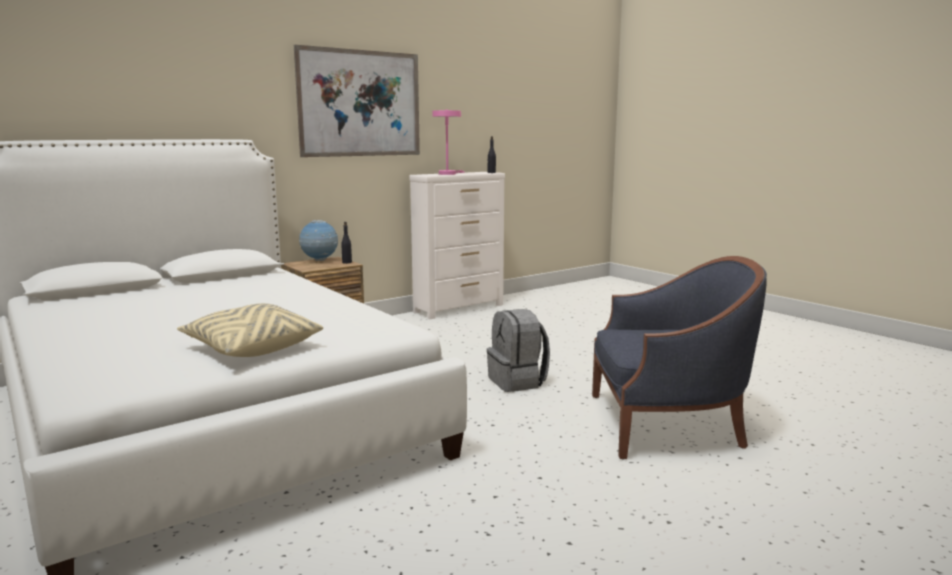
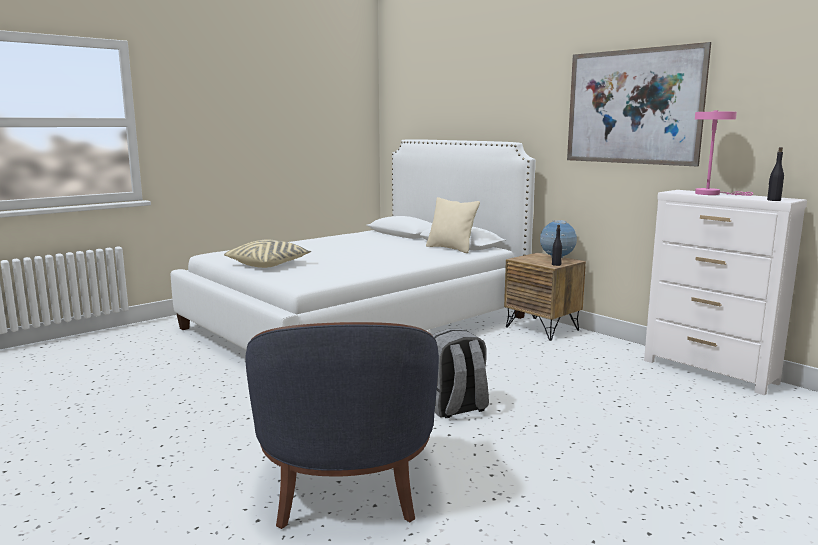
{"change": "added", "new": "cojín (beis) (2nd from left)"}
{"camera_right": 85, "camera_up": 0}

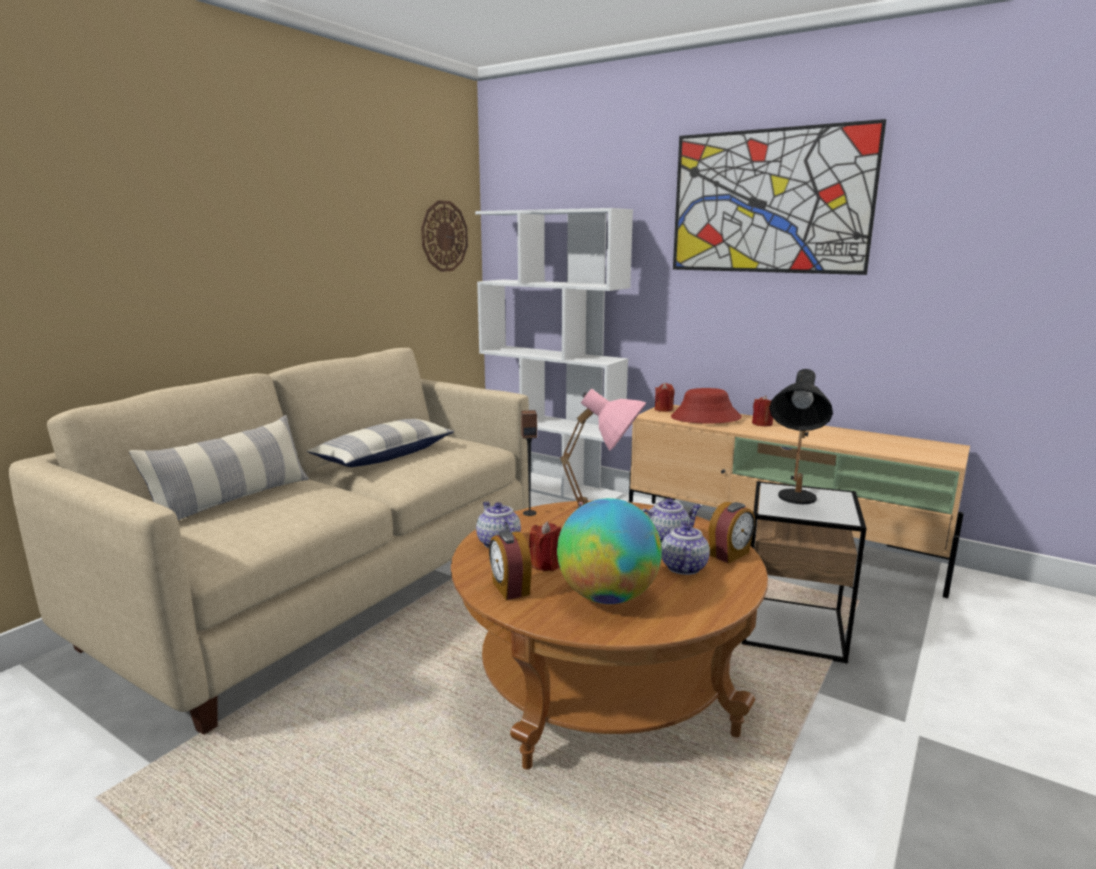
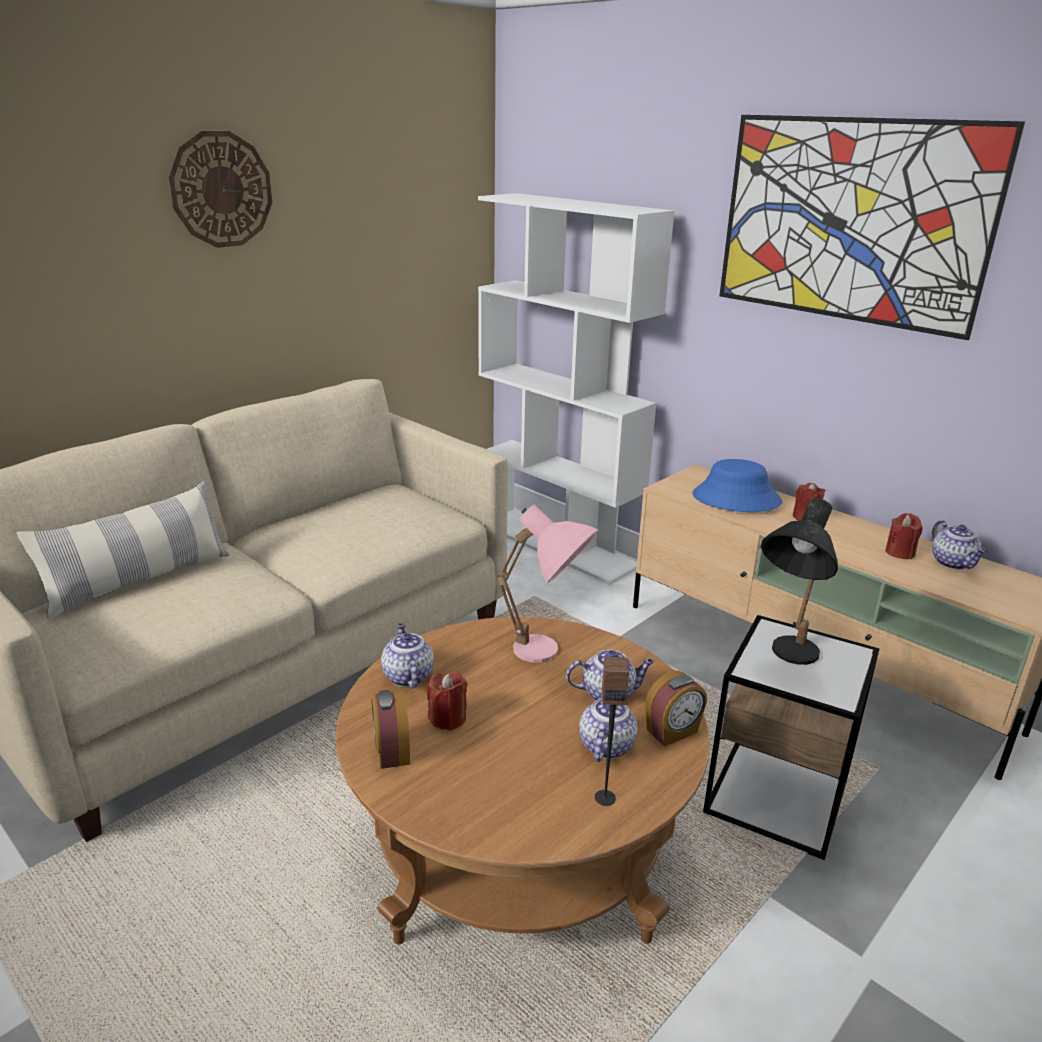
{"change": "moved", "old": "reloj de pared"}
{"change": "moved", "old": "vela (rojo) (2nd from left in the first image)", "new": "vela (rojo) (3rd from left)"}
{"change": "recoloured", "old": "sombrero (rojo)", "new": "sombrero (azul)"}
{"change": "moved", "old": "altavoz"}
{"change": "removed", "old": "cojín (2nd from left)"}
{"change": "removed", "old": "globo terráqueo"}
{"change": "added", "new": "tetera (4th from left)"}
{"camera_right": 10, "camera_up": 10}

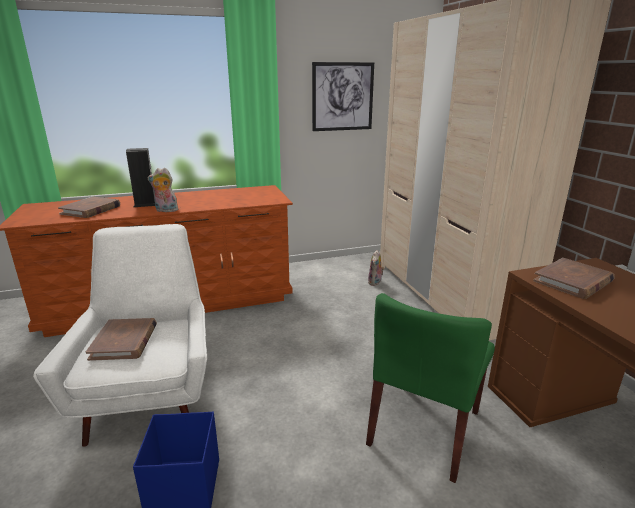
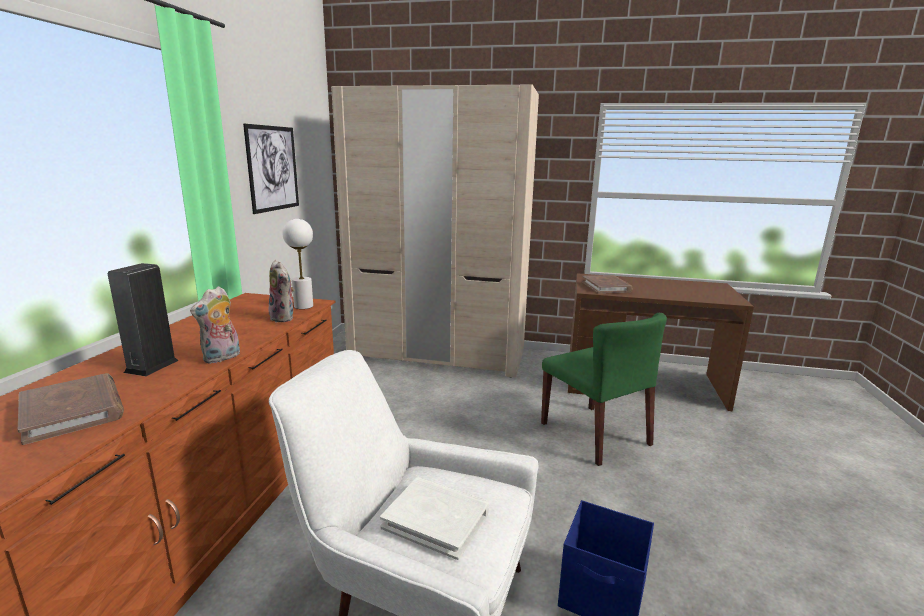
{"change": "moved", "old": "peluche (2nd from left)"}
{"change": "recoloured", "old": "libro (marrón) (2nd from left)", "new": "libro (blanco)"}
{"change": "added", "new": "lámpara de mesa (blanco)"}
{"camera_right": -60, "camera_up": -5}

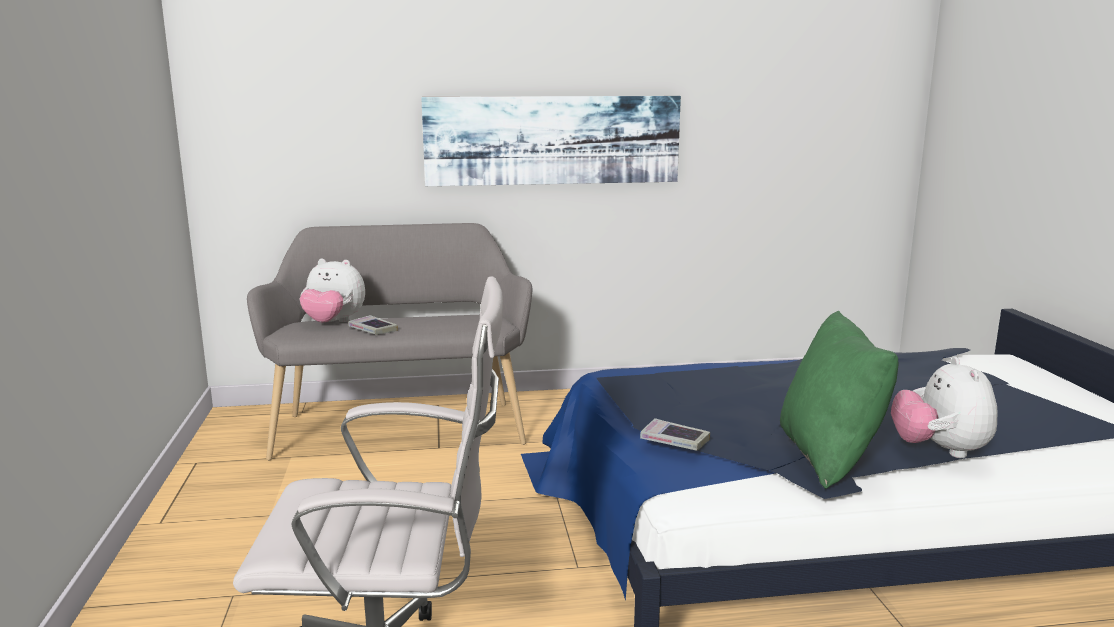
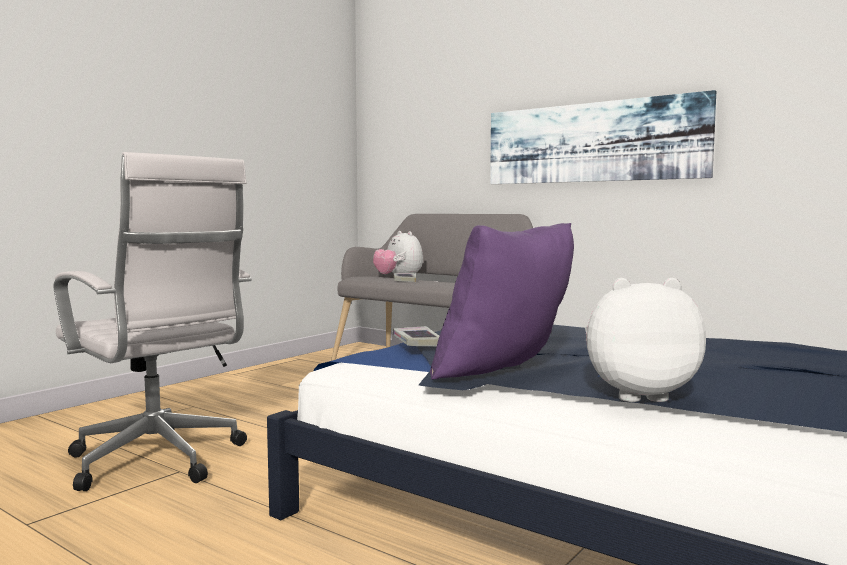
{"change": "recoloured", "old": "cojín (verde)", "new": "cojín (morado)"}
{"change": "turned", "old": "peluche (2nd from left)", "degrees": 45}
{"camera_right": 45, "camera_up": -10}

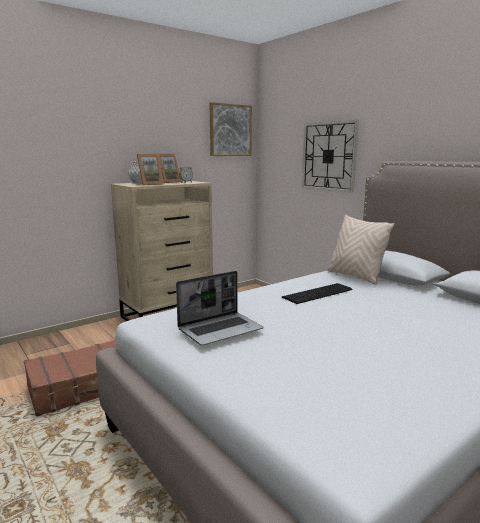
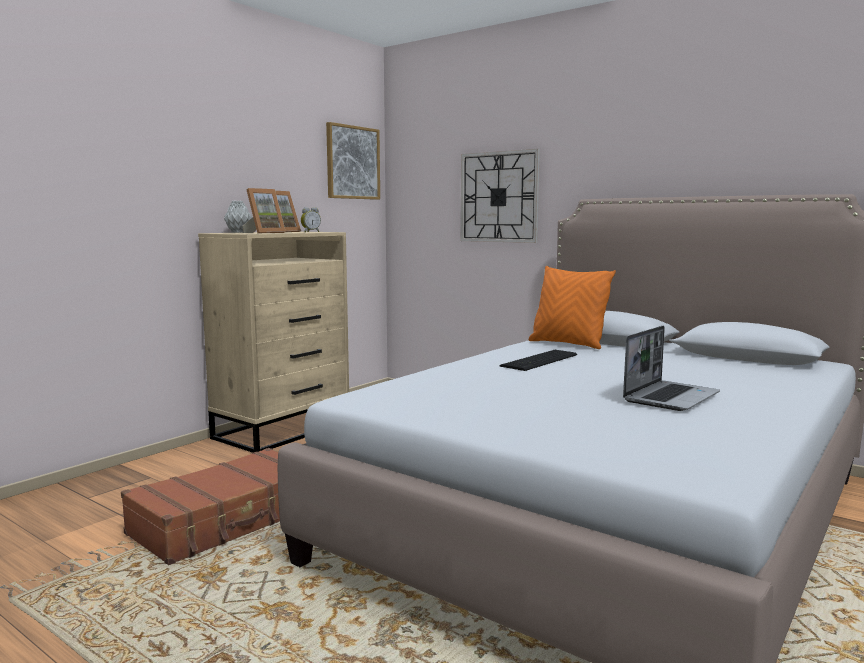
{"change": "recoloured", "old": "cojín (beis)", "new": "cojín (naranja)"}
{"change": "moved", "old": "portátil"}
{"camera_right": -15, "camera_up": -5}

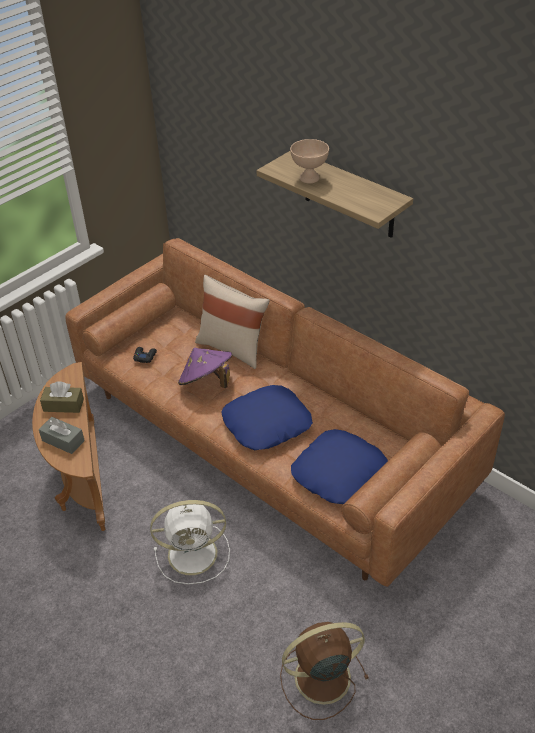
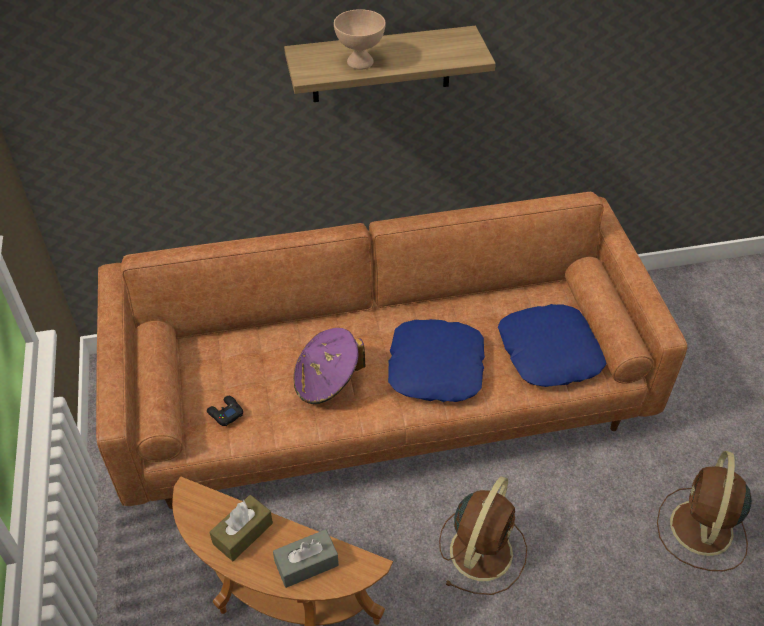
{"change": "removed", "old": "cojín (beis)"}
{"change": "recoloured", "old": "ventilador (blanco)", "new": "ventilador (marrón) (1st from left)"}
{"camera_right": -55, "camera_up": 5}

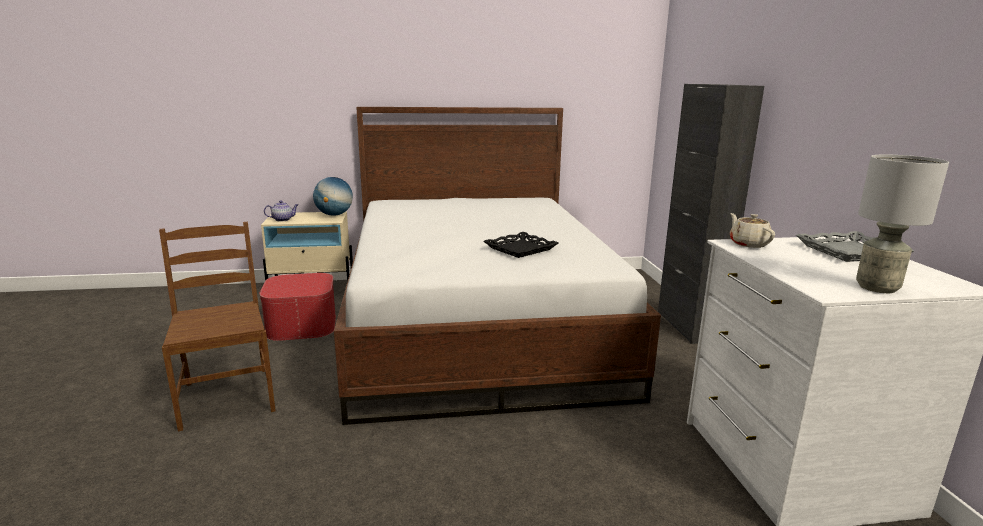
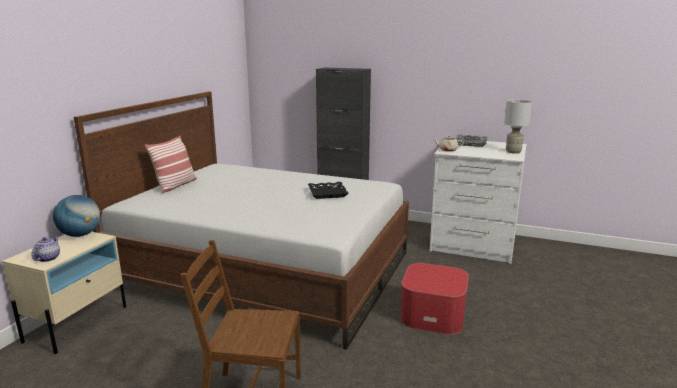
{"change": "moved", "old": "puf"}
{"change": "added", "new": "cojín"}
{"camera_right": -60, "camera_up": 0}

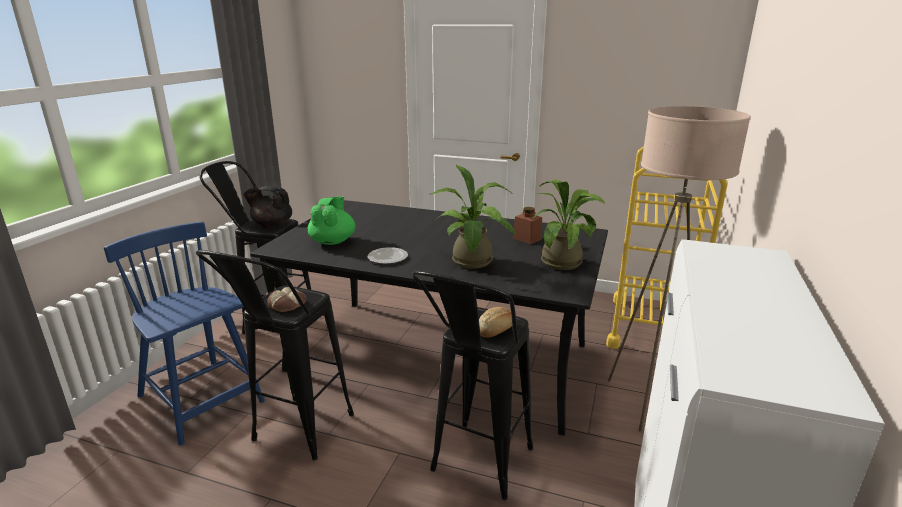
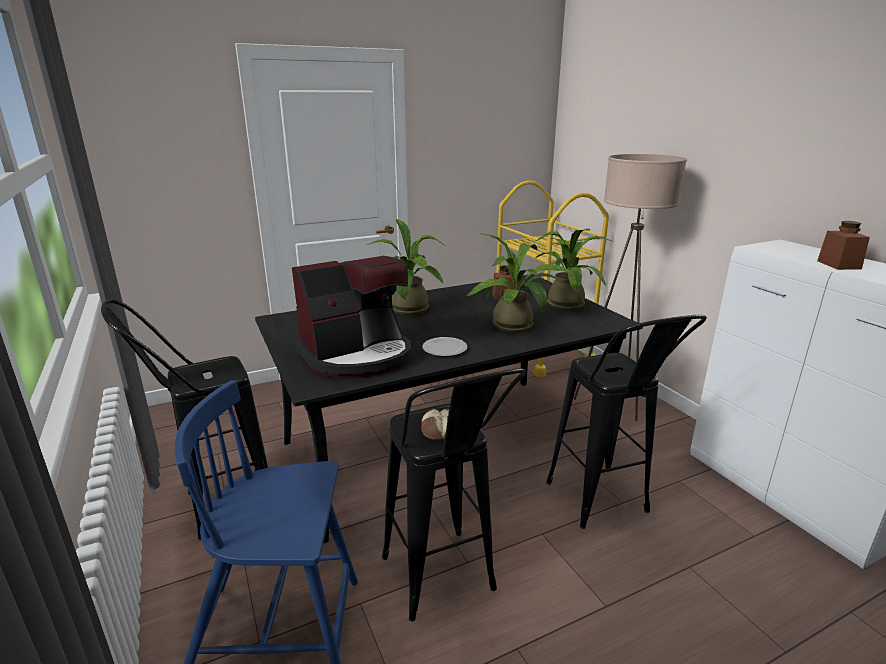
{"change": "removed", "old": "tetera (negro)"}
{"change": "replaced", "old": "tetera (verde)", "new": "cafetera"}
{"change": "removed", "old": "pan (2nd from left)"}
{"change": "added", "new": "planta en maceta (1st from left)"}
{"change": "added", "new": "tarro (marrón) (2nd from left)"}
{"camera_right": -45, "camera_up": 0}

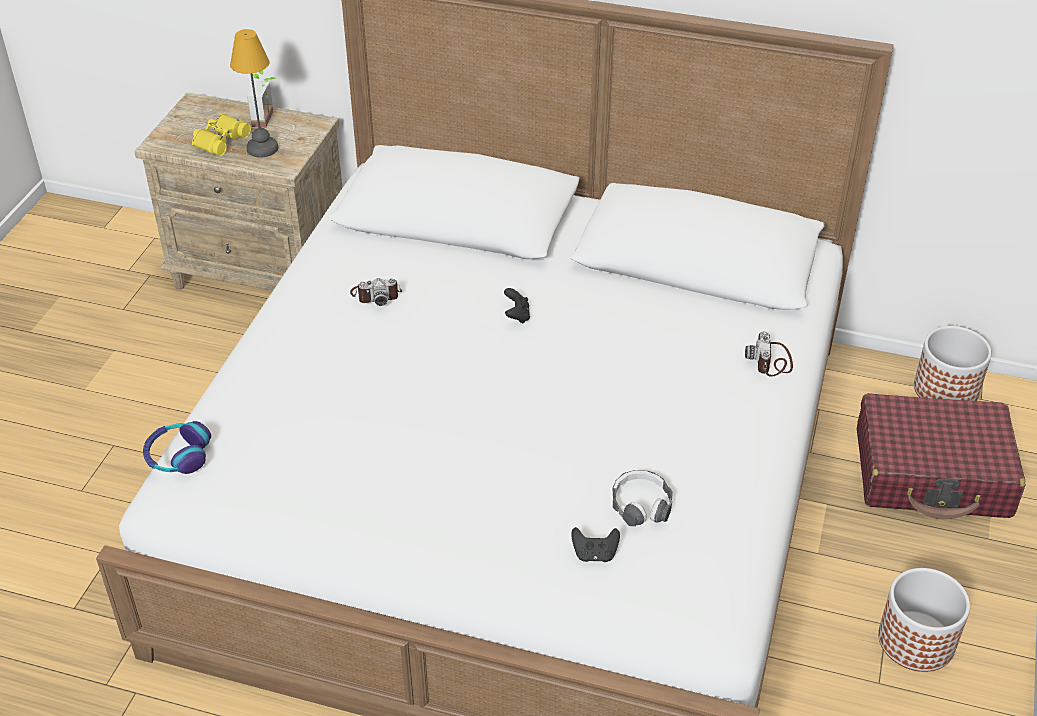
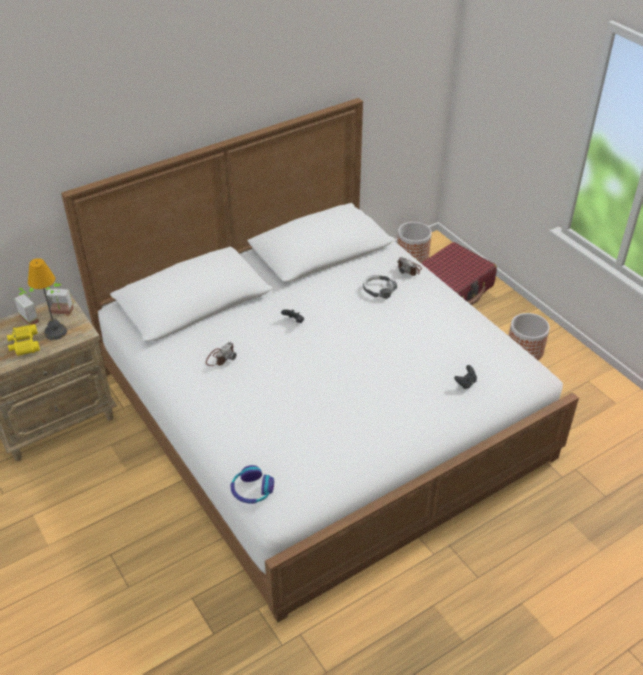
{"change": "moved", "old": "auriculares (2nd from left)"}
{"change": "added", "new": "planta en maceta (2nd from left)"}
{"camera_right": -50, "camera_up": 0}

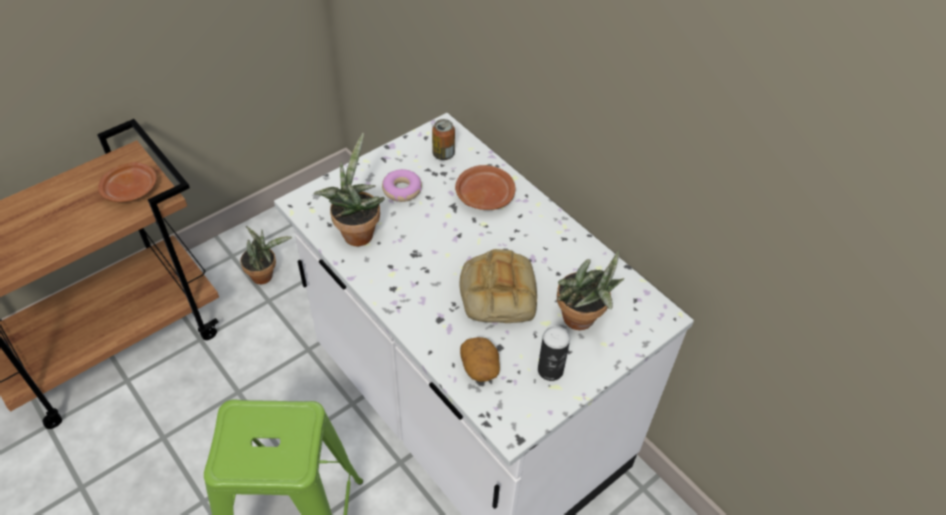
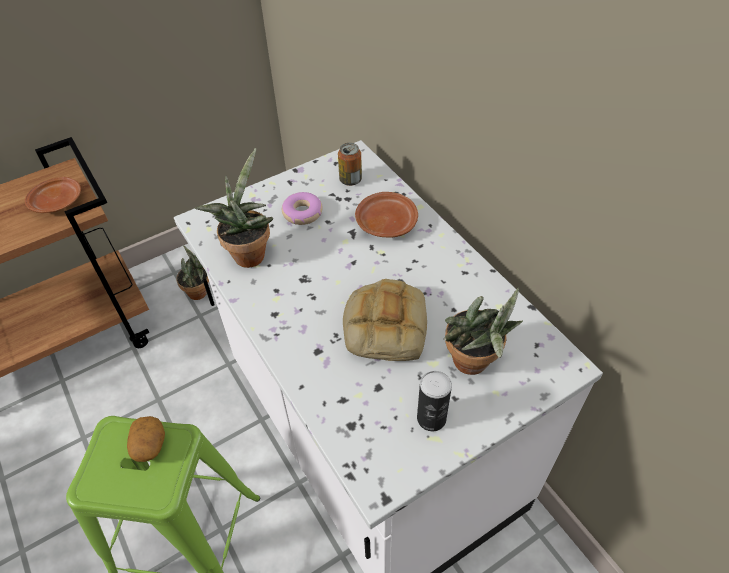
{"change": "moved", "old": "patata"}
{"camera_right": 10, "camera_up": 0}

